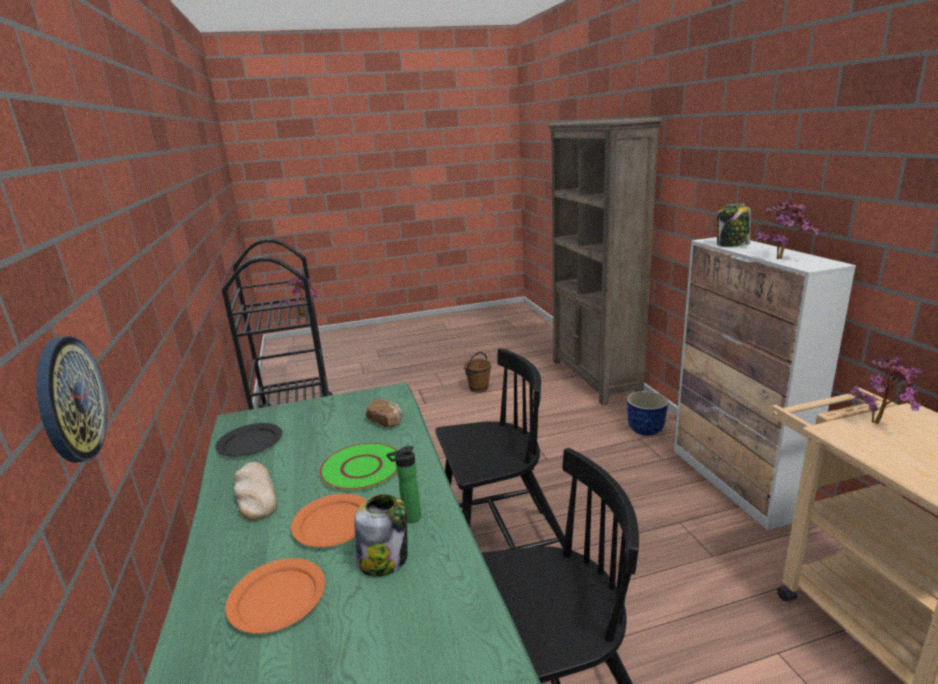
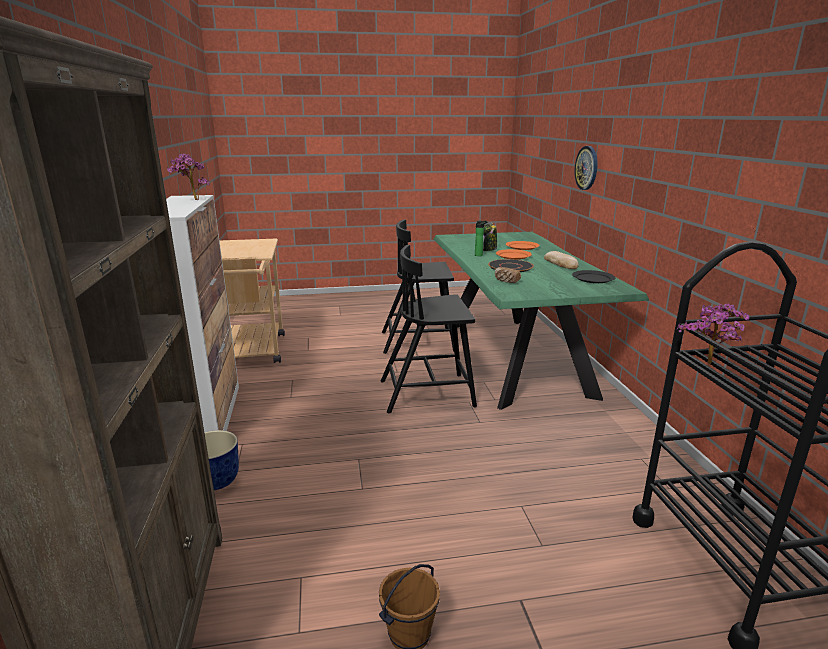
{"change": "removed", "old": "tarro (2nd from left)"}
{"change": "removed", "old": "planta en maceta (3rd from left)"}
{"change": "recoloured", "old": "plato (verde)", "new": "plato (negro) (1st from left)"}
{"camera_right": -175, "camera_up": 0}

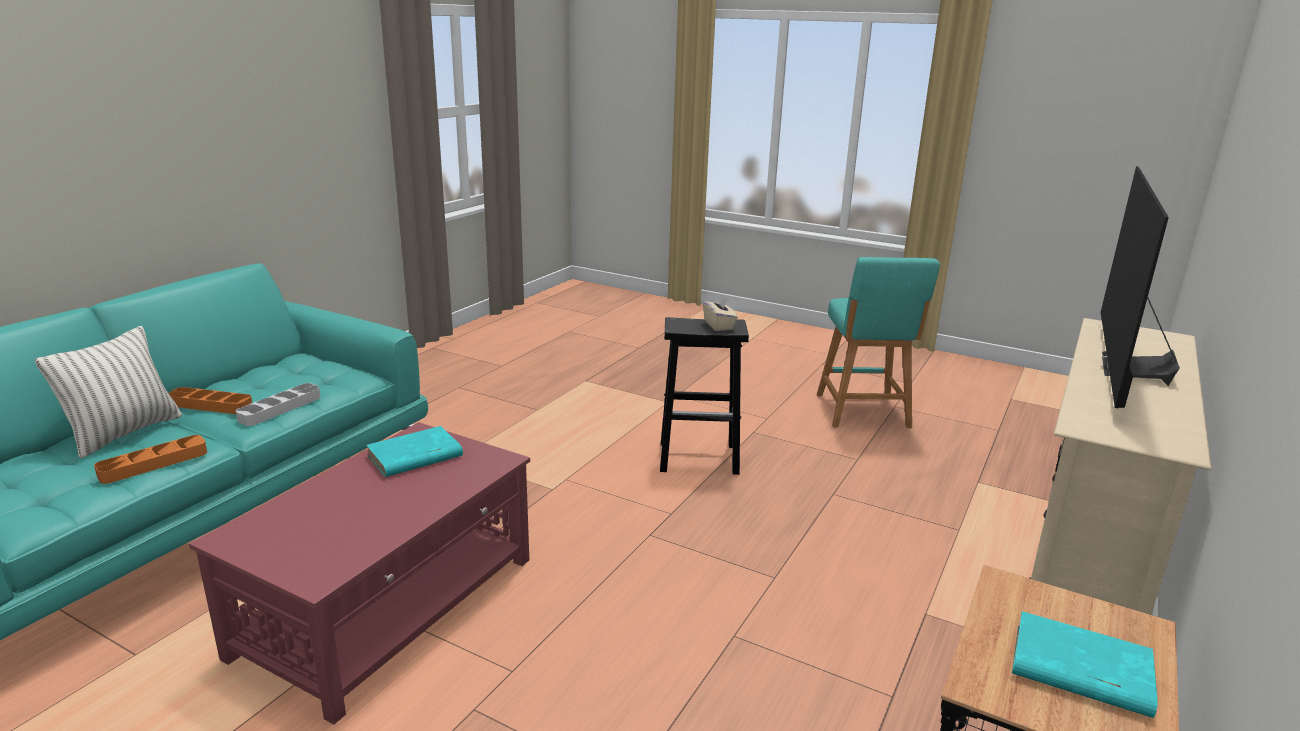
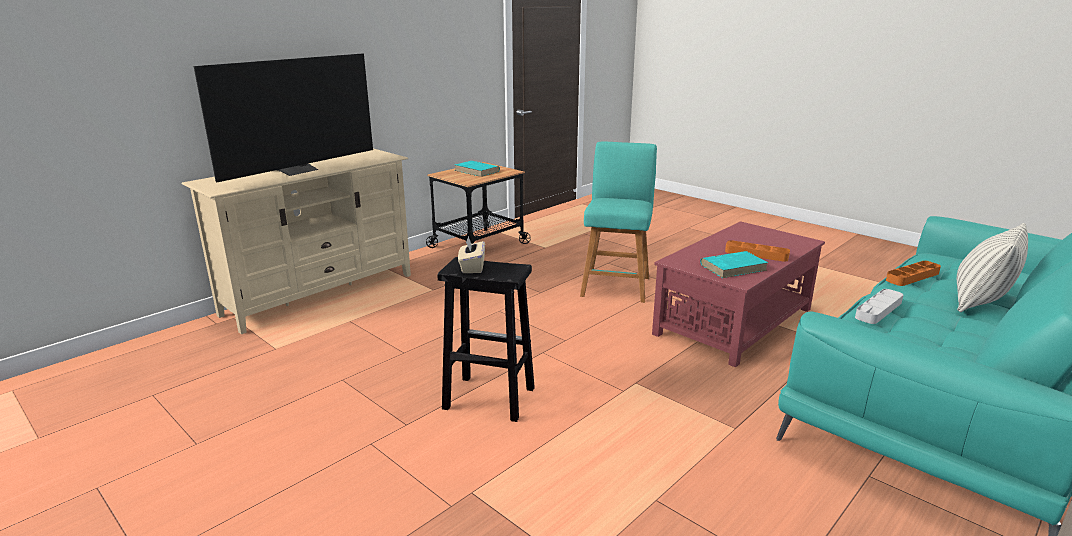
{"change": "moved", "old": "taburete (turquesa)"}
{"change": "moved", "old": "bandeja (naranja) (2nd from left in the first image)", "new": "bandeja (naranja) (1st from left)"}
{"camera_right": -165, "camera_up": 0}

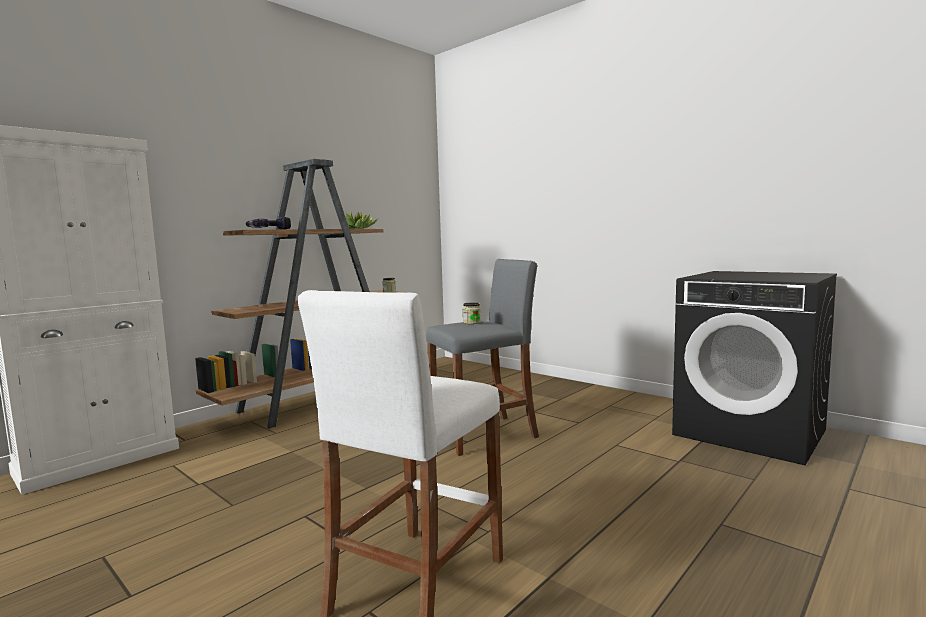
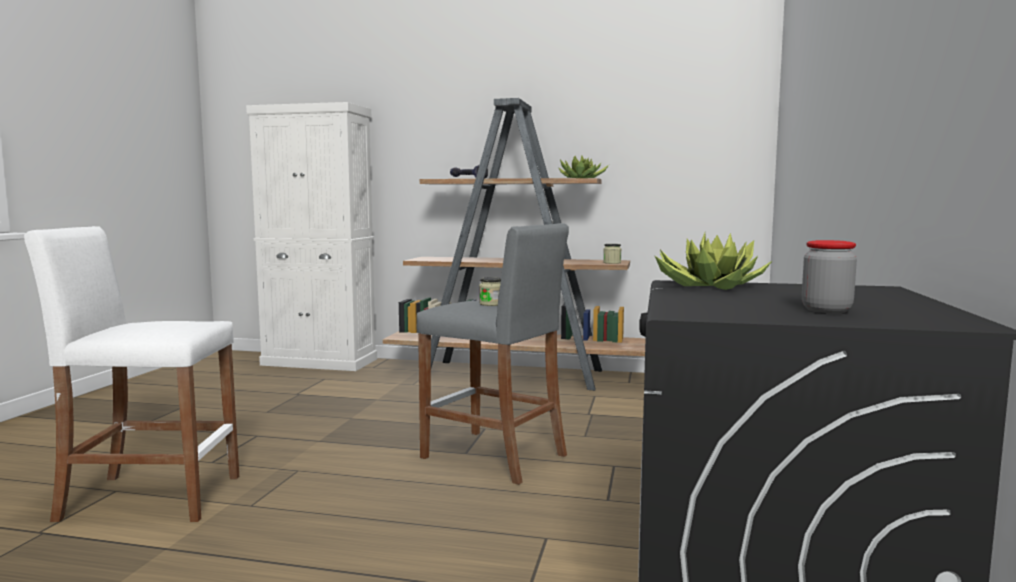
{"change": "added", "new": "planta en maceta (2nd from left)"}
{"change": "added", "new": "tarro (3rd from left)"}
{"camera_right": 60, "camera_up": 0}

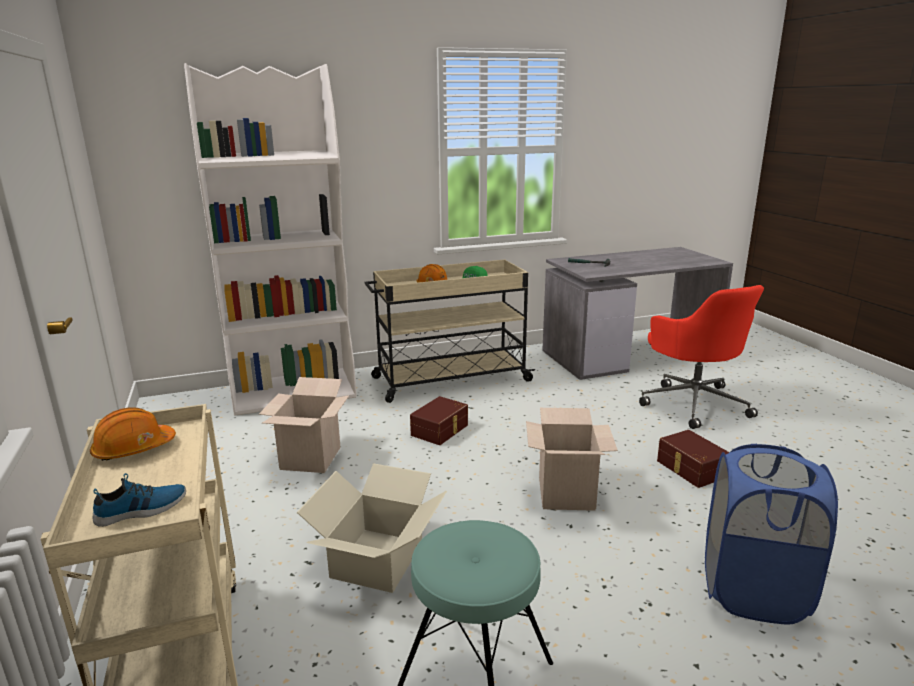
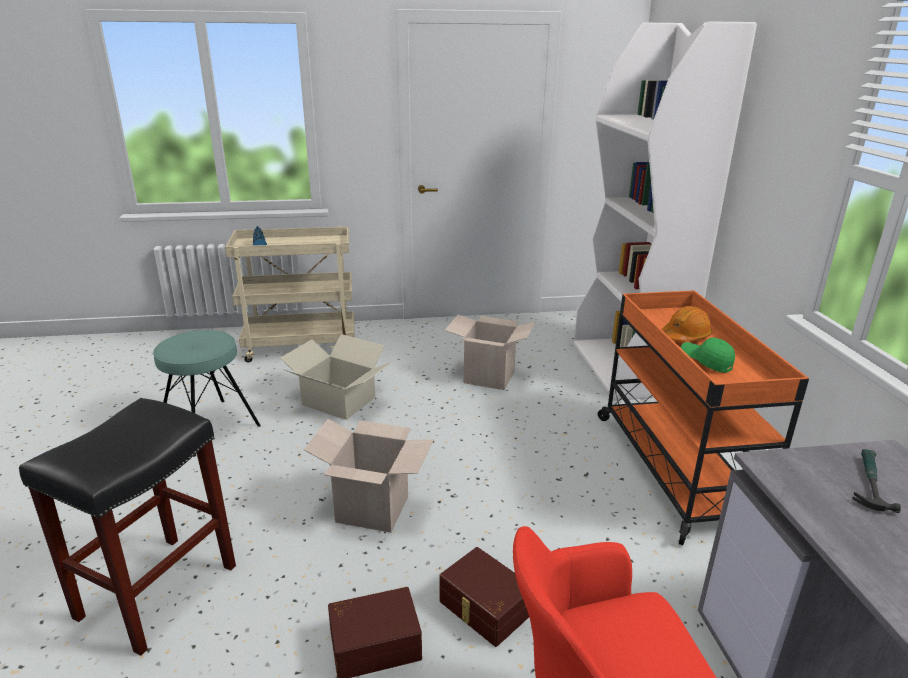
{"change": "recoloured", "old": "carrito (beis) (2nd from left)", "new": "carrito (naranja)"}
{"change": "moved", "old": "caja de almacenaje (marrón) (1st from left in the first image)", "new": "caja de almacenaje (marrón) (2nd from left)"}
{"change": "removed", "old": "casco (naranja) (1st from left)"}
{"change": "replaced", "old": "cesto de la ropa (azul)", "new": "taburete (negro)"}
{"camera_right": 100, "camera_up": 5}

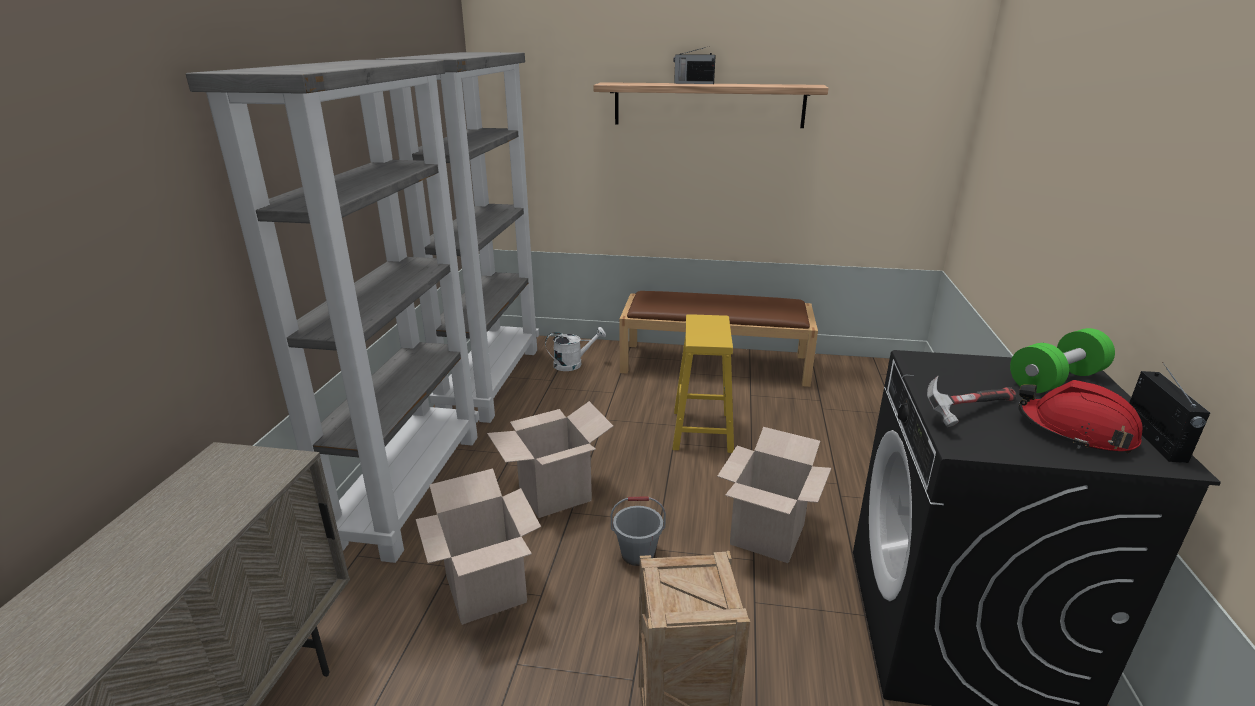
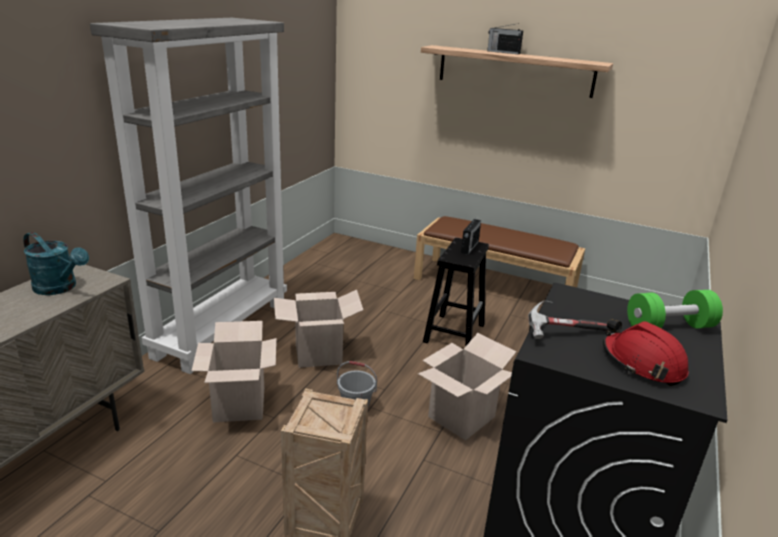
{"change": "removed", "old": "estantería (gris) (2nd from left)"}
{"change": "recoloured", "old": "taburete (amarillo)", "new": "taburete (negro)"}
{"change": "removed", "old": "regadera (blanco)"}
{"change": "moved", "old": "radio (2nd from left in the first image)", "new": "radio (1st from left)"}
{"change": "added", "new": "regadera (turquesa)"}
{"camera_right": 15, "camera_up": 0}

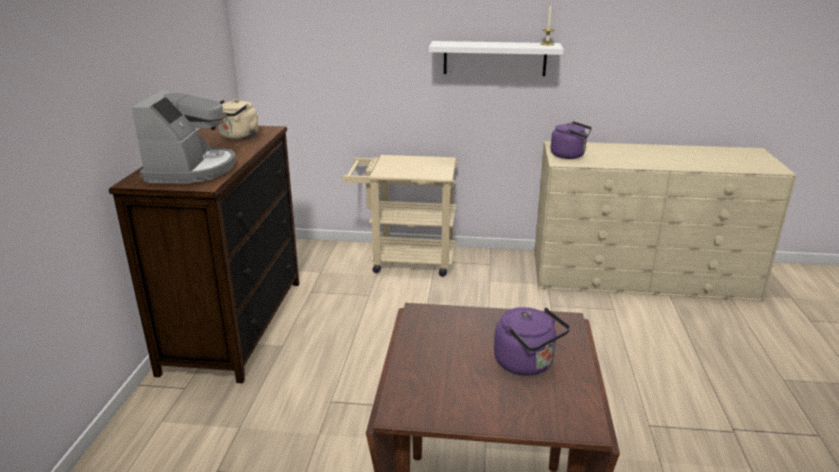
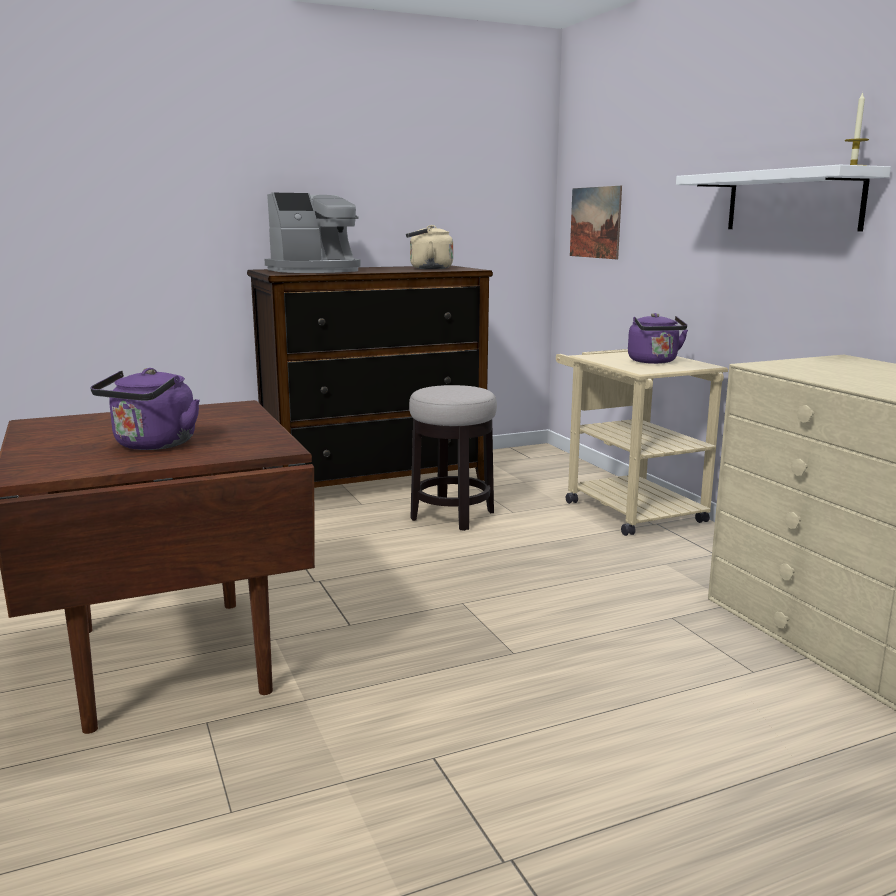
{"change": "moved", "old": "hervidor (morado) (2nd from left)"}
{"change": "added", "new": "cuadro"}
{"change": "added", "new": "taburete"}
{"camera_right": 60, "camera_up": -10}

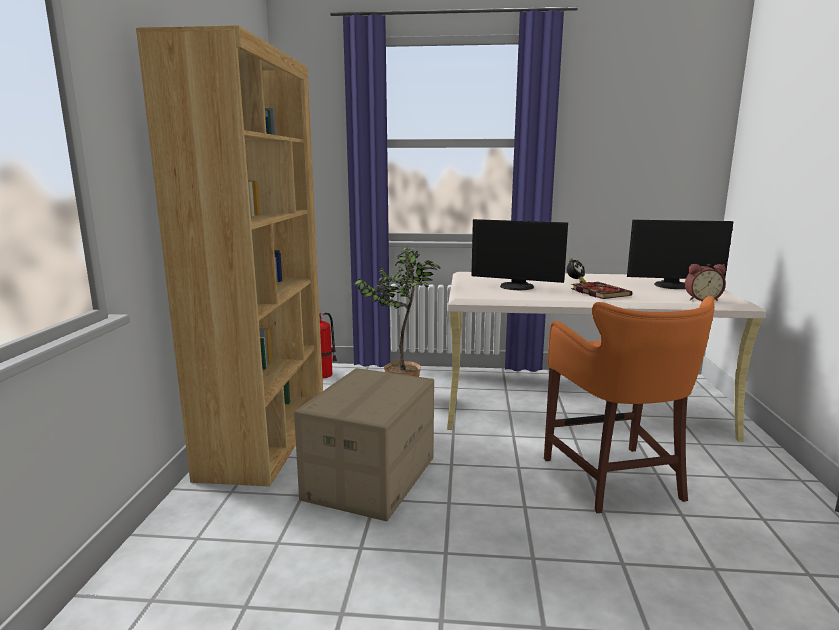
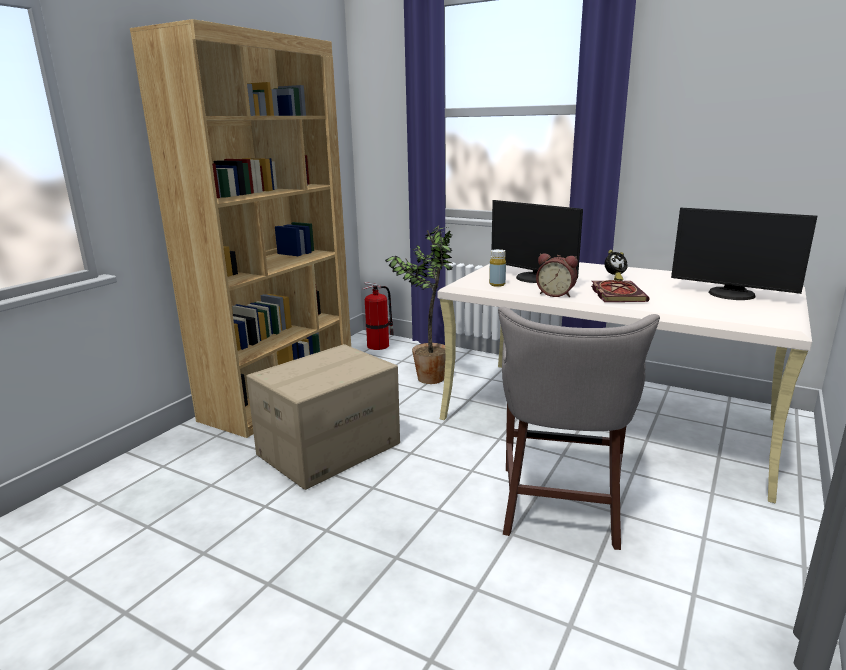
{"change": "moved", "old": "despertador (2nd from left in the first image)", "new": "despertador (1st from left)"}
{"change": "recoloured", "old": "taburete (naranja)", "new": "taburete (gris)"}
{"change": "added", "new": "botella (amarillo)"}
{"camera_right": 25, "camera_up": 5}

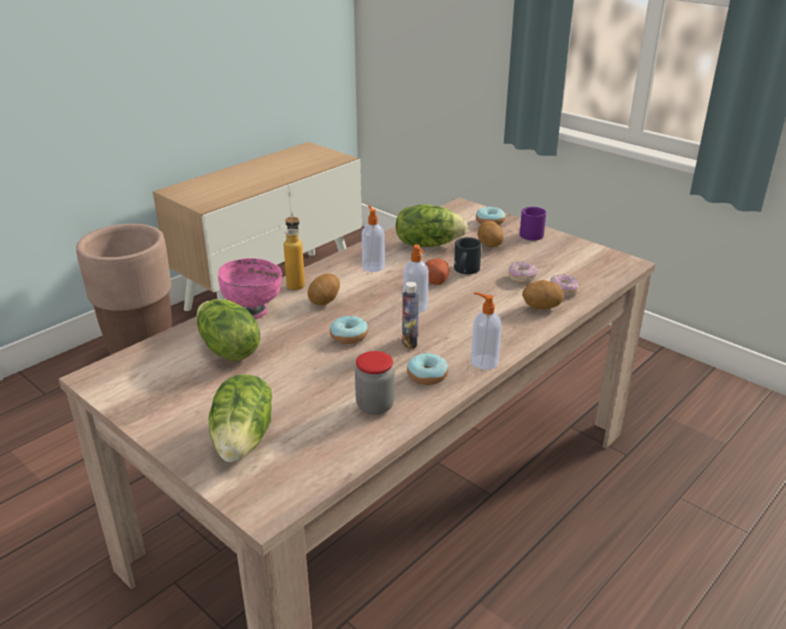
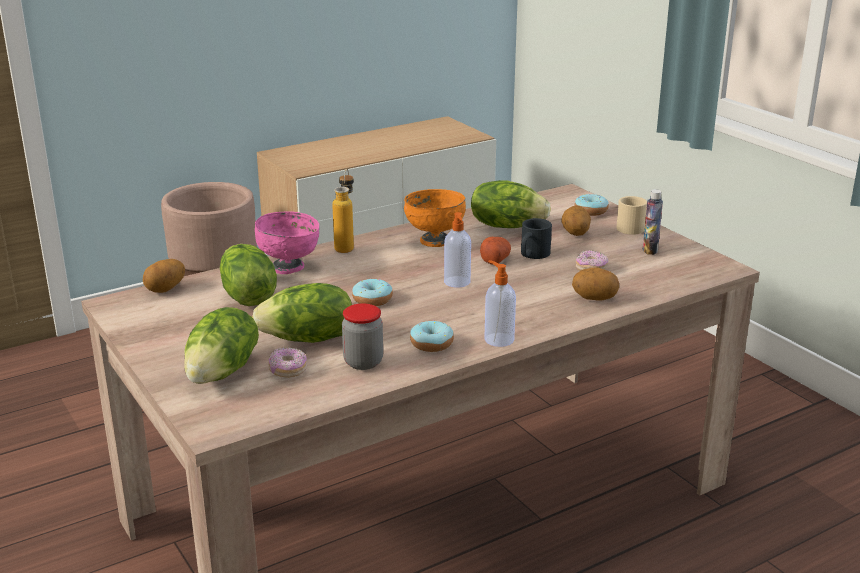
{"change": "replaced", "old": "dispensador de jabón (1st from left)", "new": "cuenco (naranja)"}
{"change": "recoloured", "old": "taza grande (morado)", "new": "taza grande (beis)"}
{"change": "moved", "old": "patata (1st from left)"}
{"change": "moved", "old": "rosquilla (5th from left in the first image)", "new": "rosquilla (1st from left)"}
{"change": "moved", "old": "botella (2nd from left)"}
{"change": "added", "new": "lechuga (3rd from left)"}
{"camera_right": 15, "camera_up": -5}

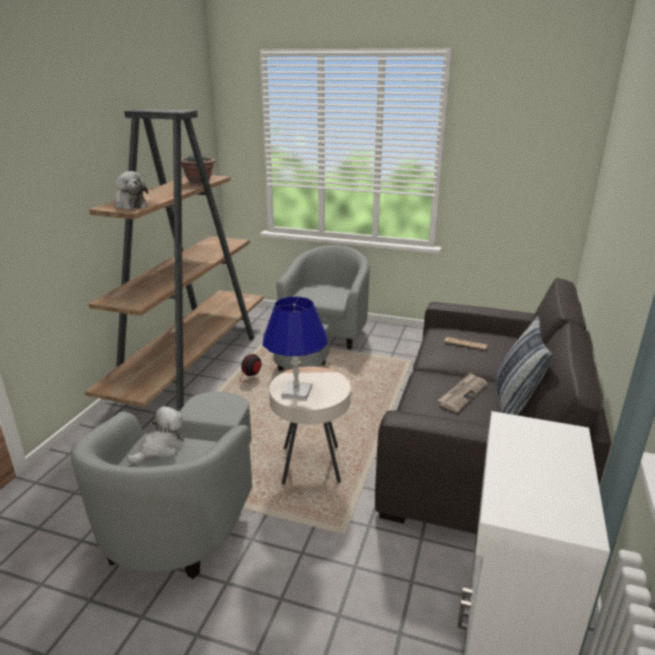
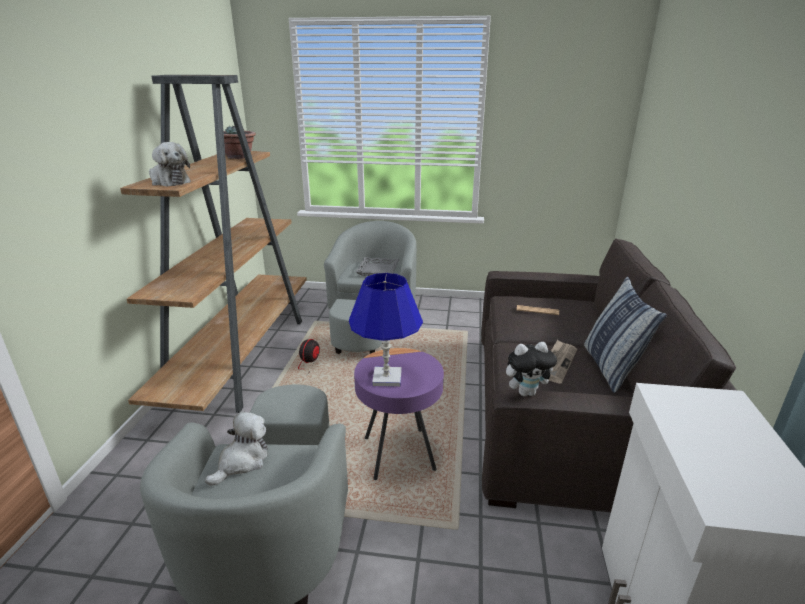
{"change": "recoloured", "old": "mesa auxiliar (beis)", "new": "mesa auxiliar (morado)"}
{"change": "added", "new": "bandeja (gris)"}
{"change": "added", "new": "peluche (3rd from left)"}
{"camera_right": -10, "camera_up": 0}

